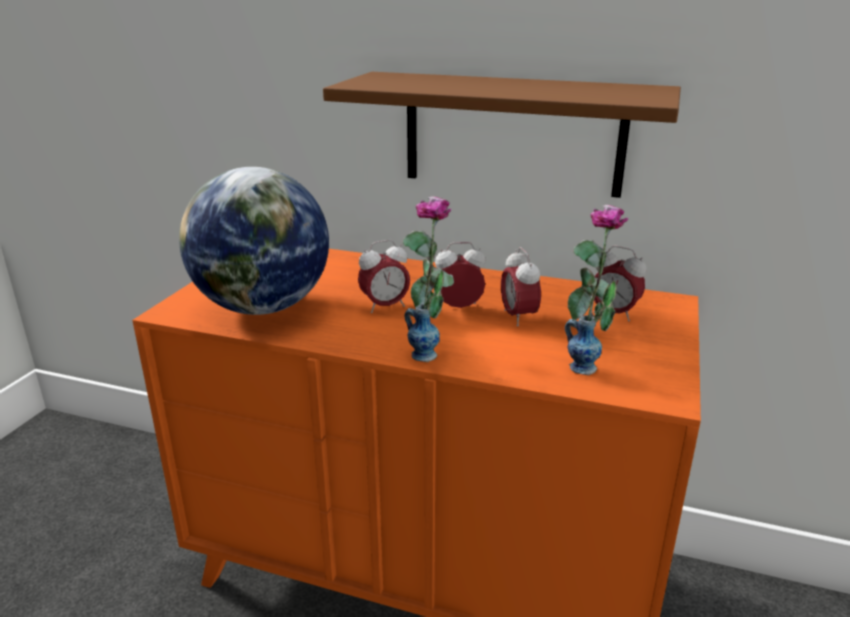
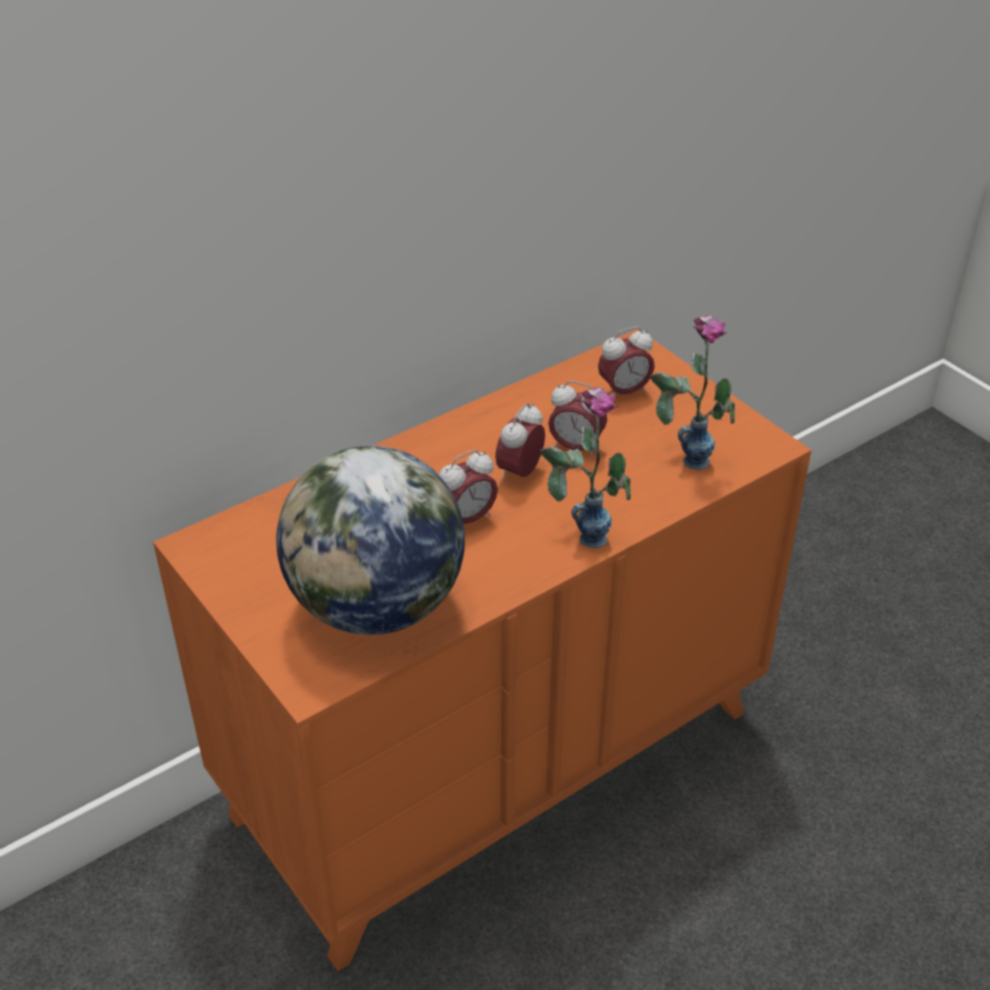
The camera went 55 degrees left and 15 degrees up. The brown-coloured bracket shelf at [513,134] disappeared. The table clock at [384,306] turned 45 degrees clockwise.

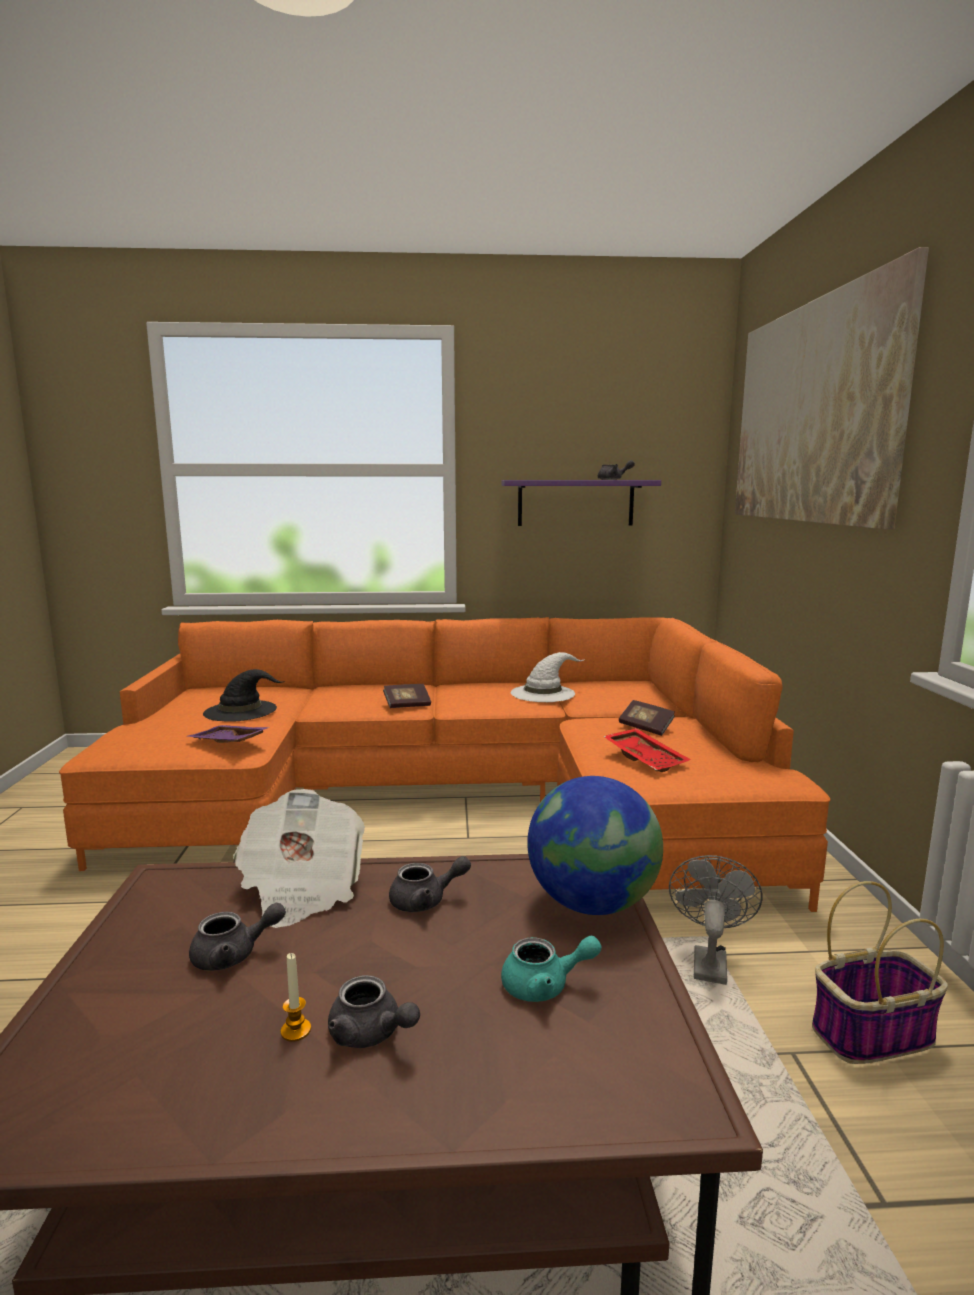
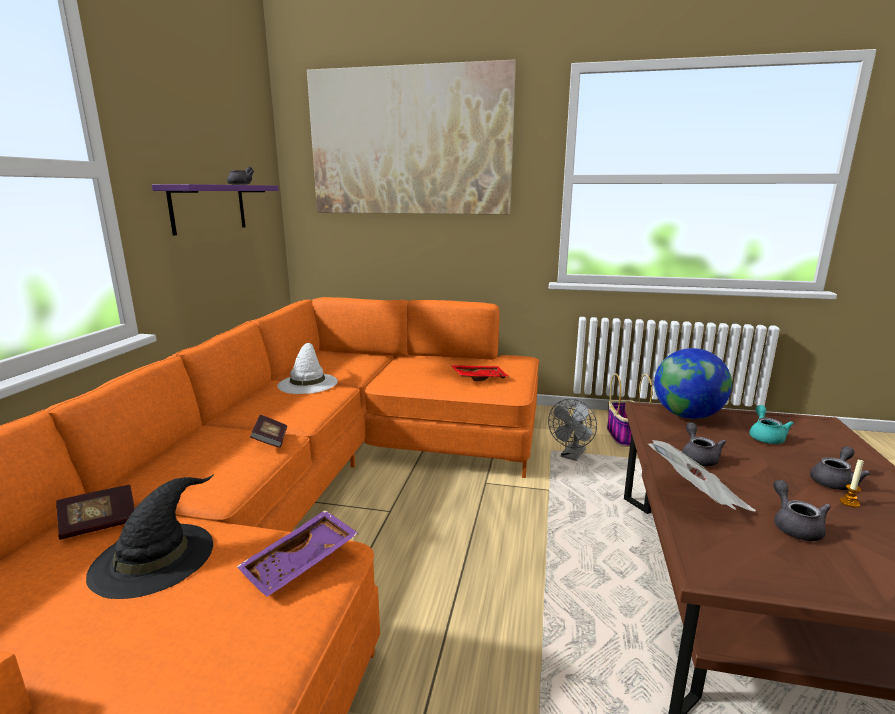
The camera went 75 degrees left and 5 degrees up. The bound book moved from [646,727] to [99,523]. The greyish cooling fan at [709,961] turned 90 degrees counterclockwise.

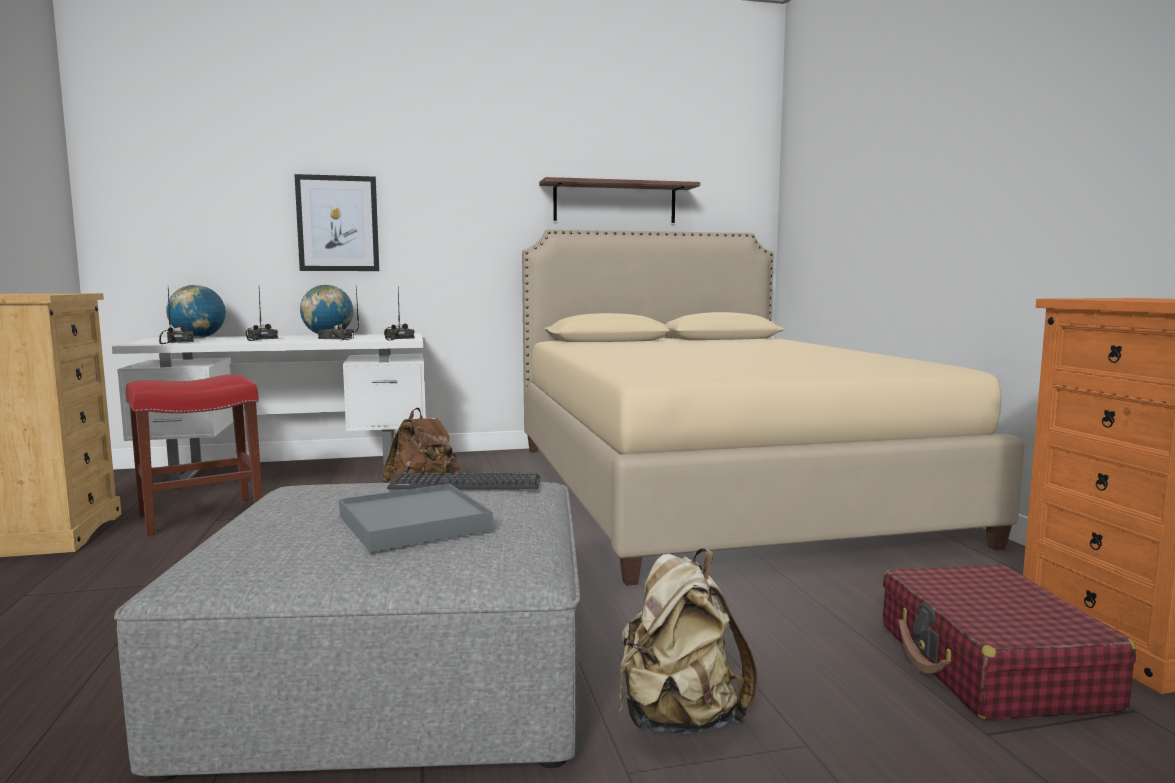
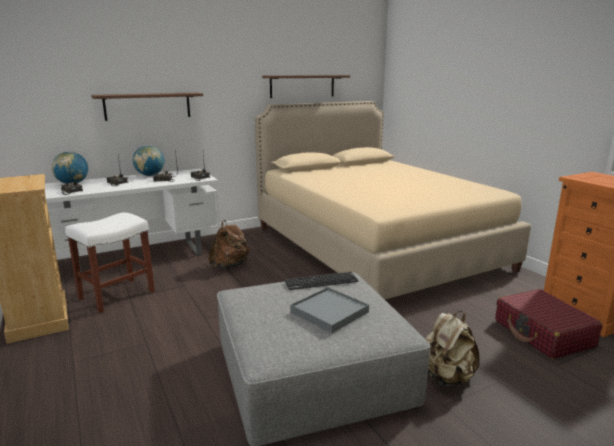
The camera went 15 degrees left and 10 degrees up. The wall picture at [338,223] was replaced by the bracket shelf at [148,106]. The reddish sitting stool at [199,516] became the white-coloured sitting stool at [116,295].

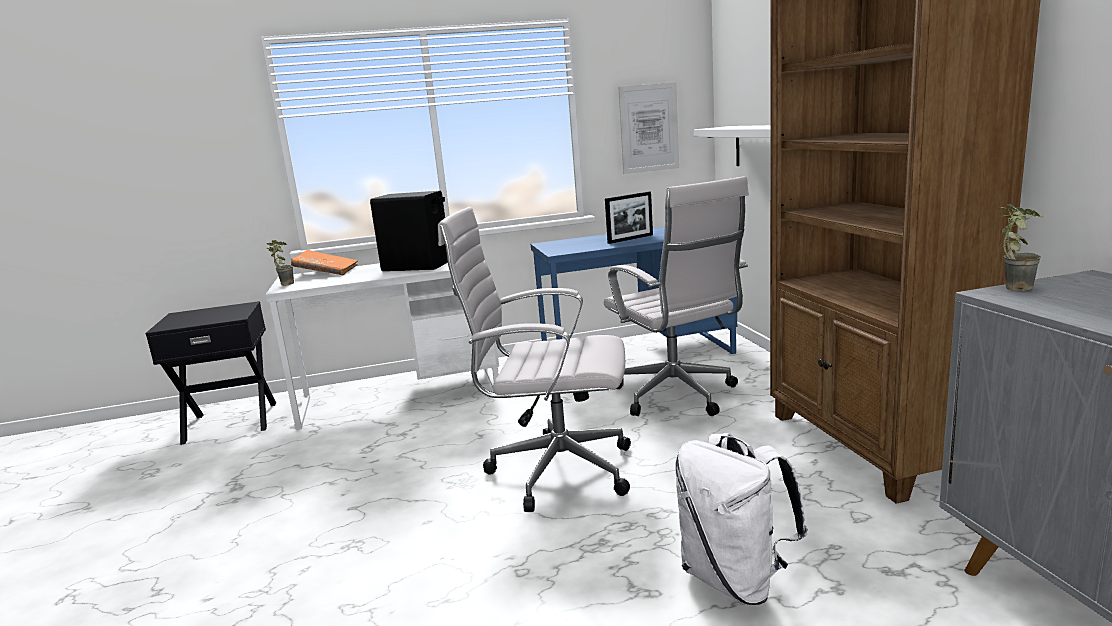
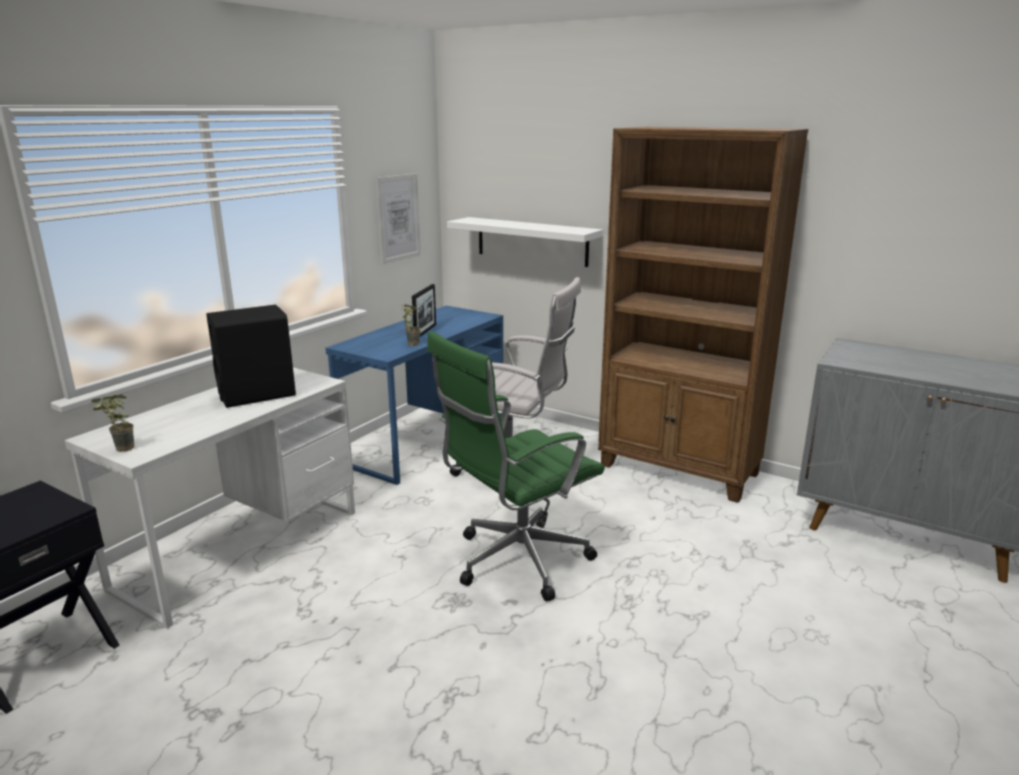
The camera went 45 degrees left and 5 degrees up. The houseplant moved from [1011,287] to [410,344]. The white-coloured desk chair at [554,471] became the greenish desk chair at [515,562]. The orange bound book at [326,272] disappeared. The white-coloured knapsack at [735,579] disappeared.

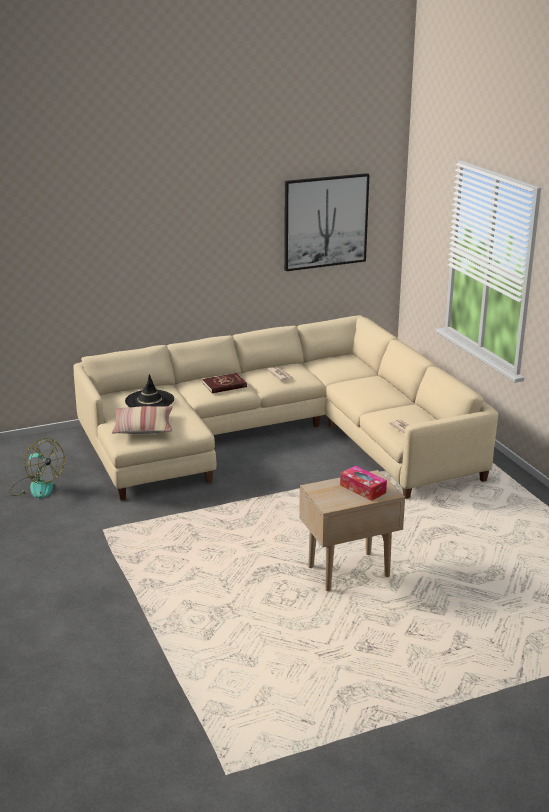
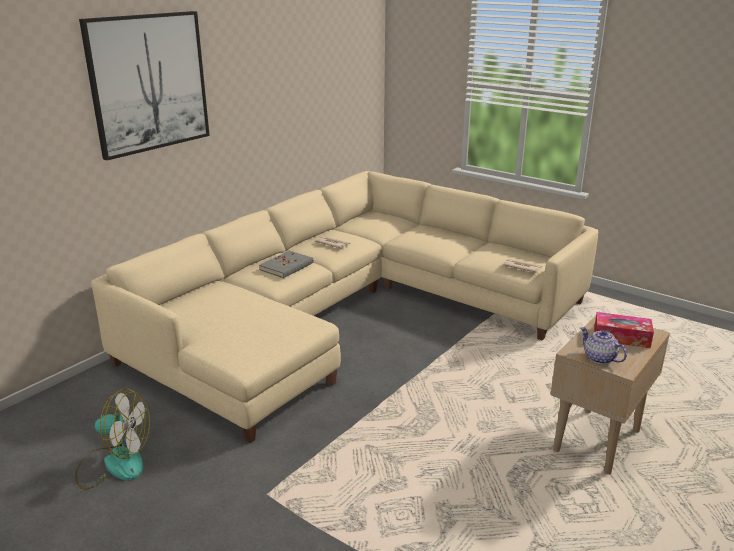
The camera went 30 degrees left and 0 degrees up. The wall picture moved from [325,221] to [149,83]. The reddish bound book at [224,385] became the greyish bound book at [287,266]. The black-coloured wearable hat at [149,400] disappeared. The pillow at [143,427] disappeared. The tea pot at [600,358] appeared.

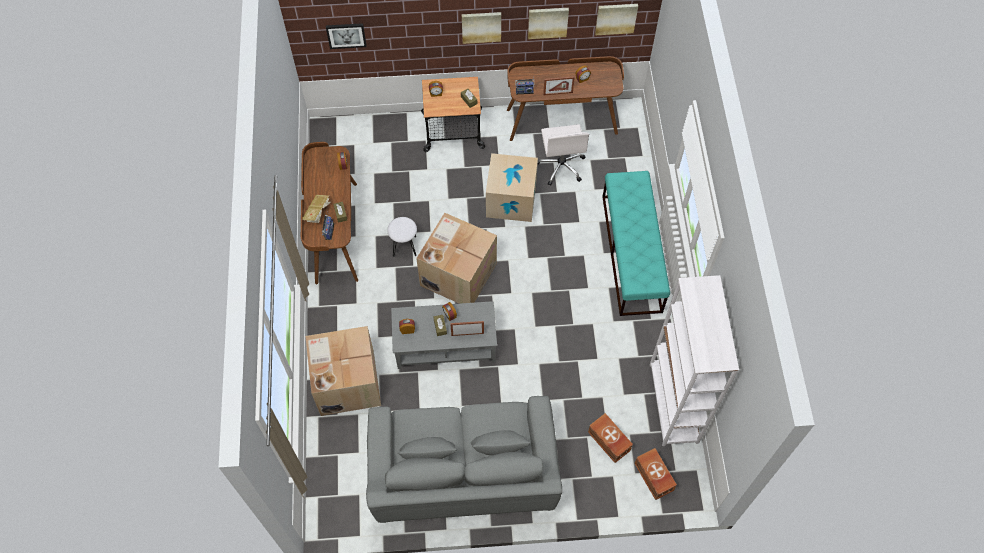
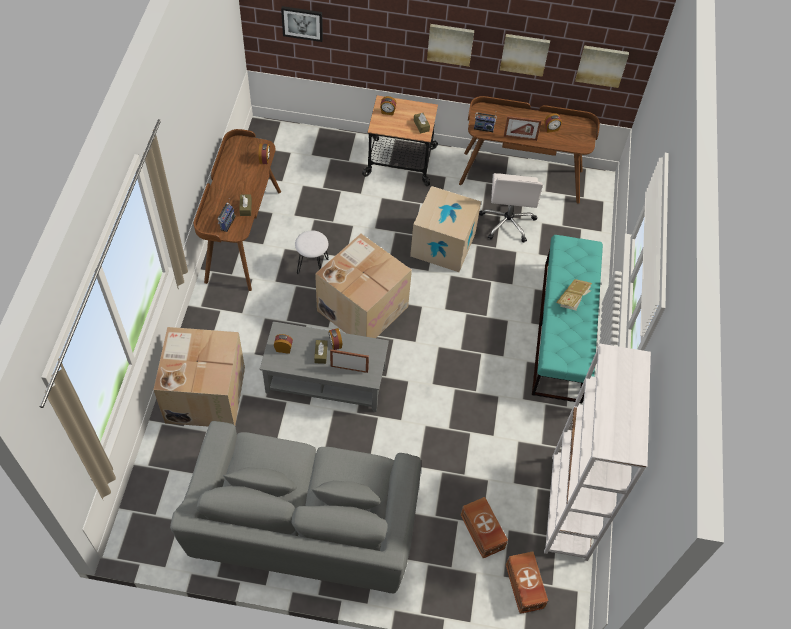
The camera went 10 degrees right and 5 degrees down. The bound book moved from [317,213] to [573,299].

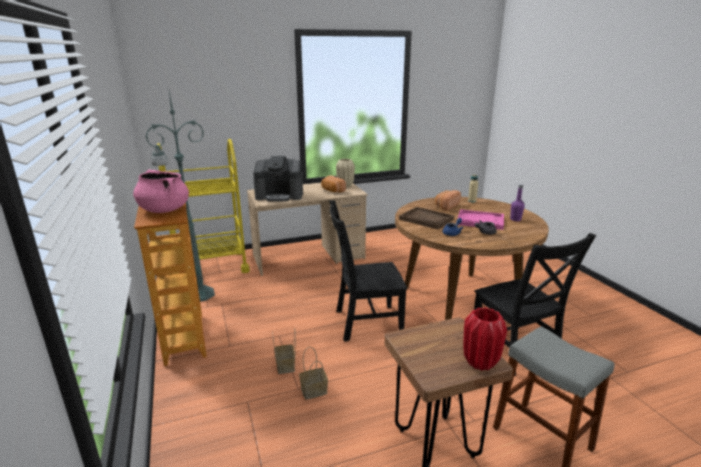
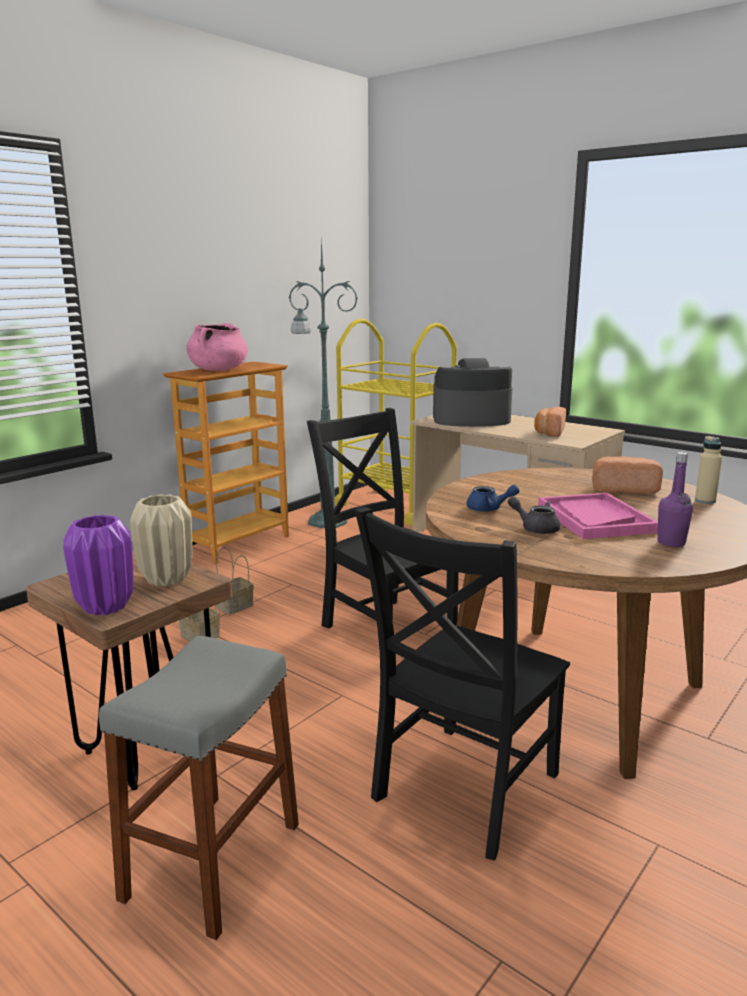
The camera went 60 degrees right and 5 degrees down. The coffee brewer at [279,195] turned 120 degrees clockwise. The beige vase moved from [345,185] to [167,579]. The brown-coloured serving tray at [426,219] disappeared. The reddish vase at [480,362] became the purplish vase at [105,607].

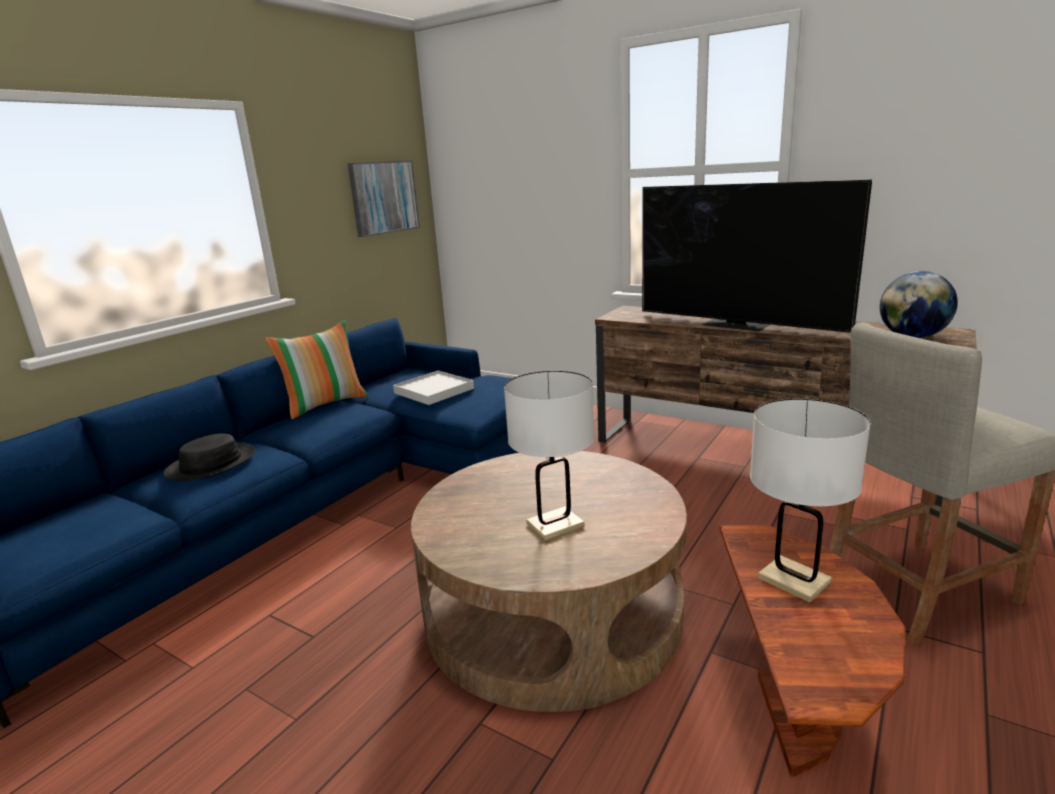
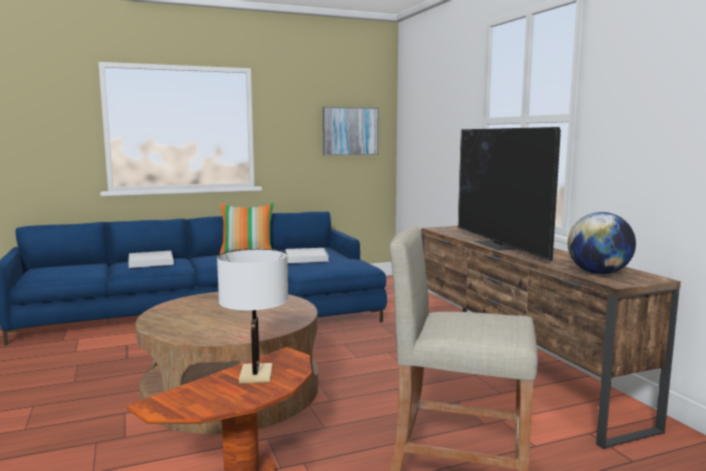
The camera went 35 degrees right and 10 degrees down. The white-coloured lamp for a table at [555,525] disappeared. The black-coloured wearable hat at [211,464] was replaced by the white-coloured serving tray at [151,262].

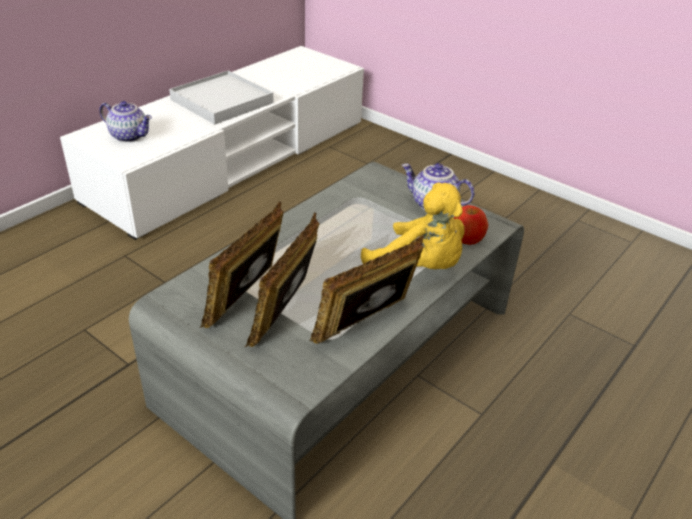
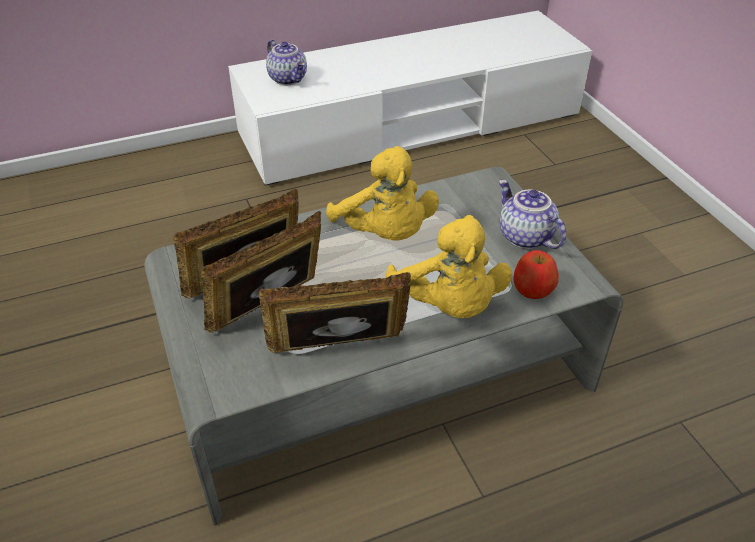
The camera went 30 degrees right and 5 degrees up. The white-coloured serving tray at [222,101] disappeared. The yellow plush toy at [385,234] appeared.

